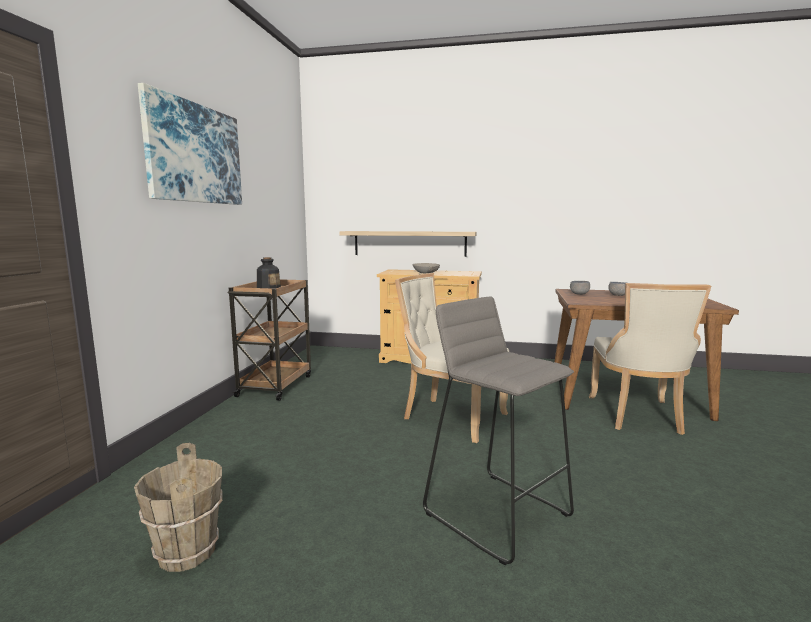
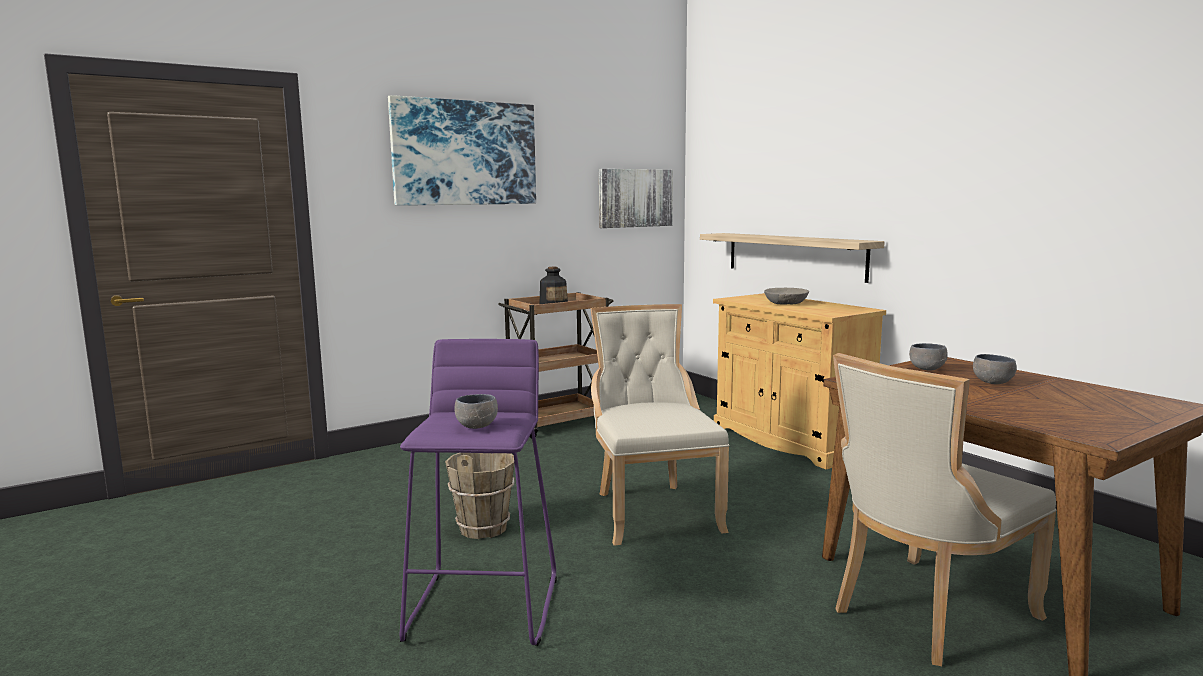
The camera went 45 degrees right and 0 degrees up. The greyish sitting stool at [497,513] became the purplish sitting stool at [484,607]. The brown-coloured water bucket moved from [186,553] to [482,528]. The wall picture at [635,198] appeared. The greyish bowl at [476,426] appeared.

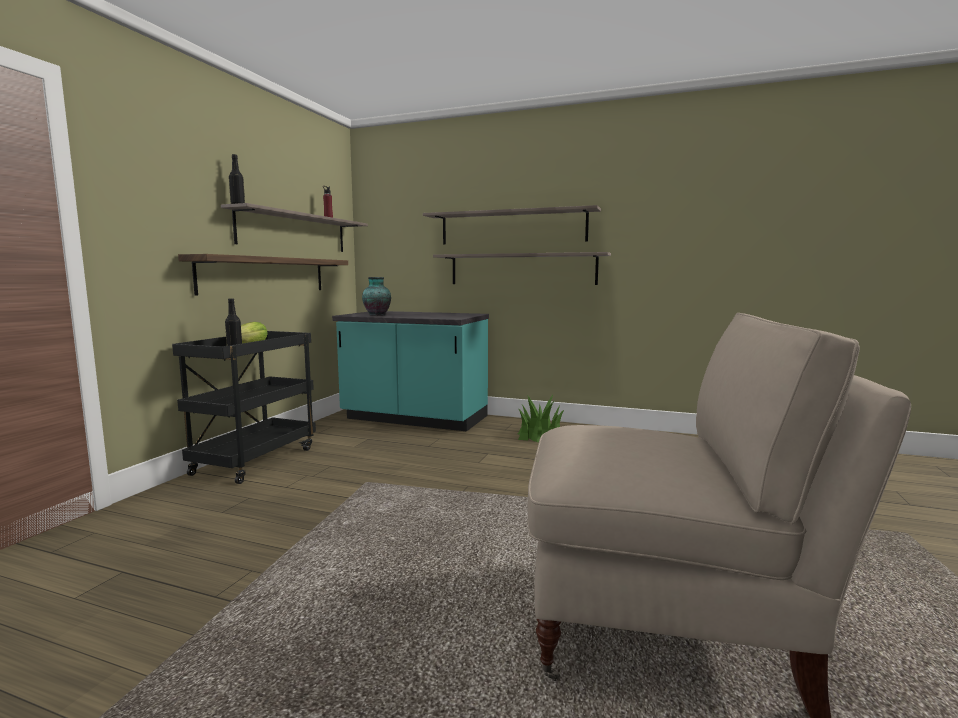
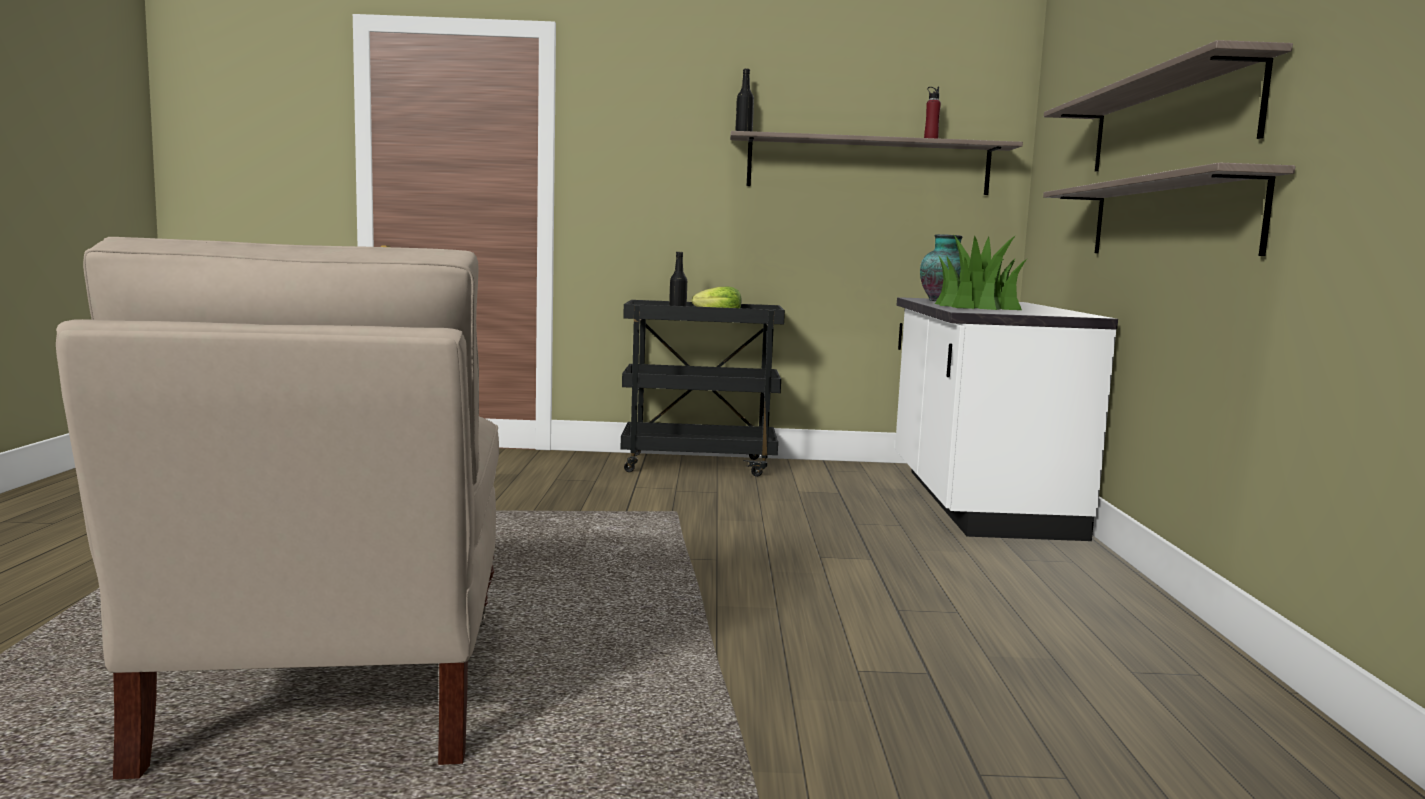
The camera went 70 degrees right and 0 degrees up. The bracket shelf at [265,275] disappeared. The turquoise-coloured kitchen counter at [414,418] became the white-coloured kitchen counter at [976,501]. The houseplant moved from [539,435] to [977,307].

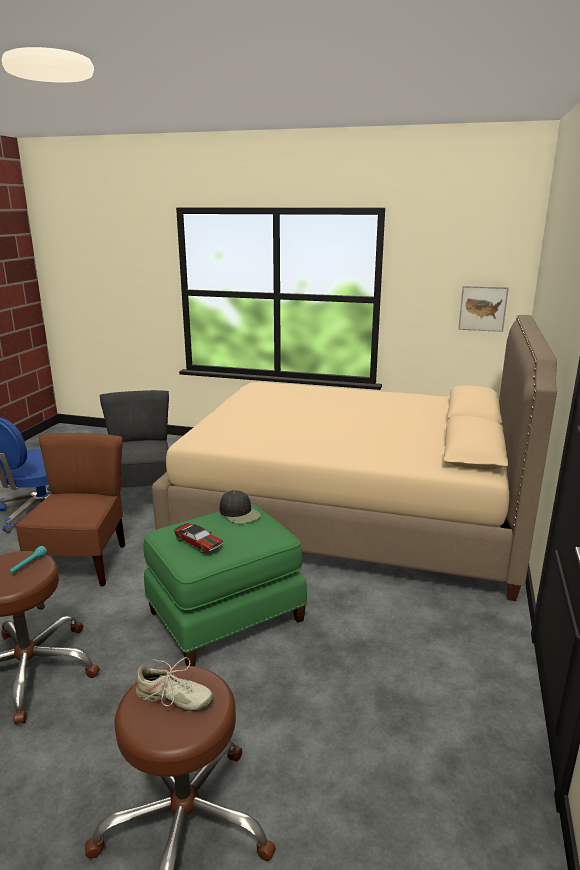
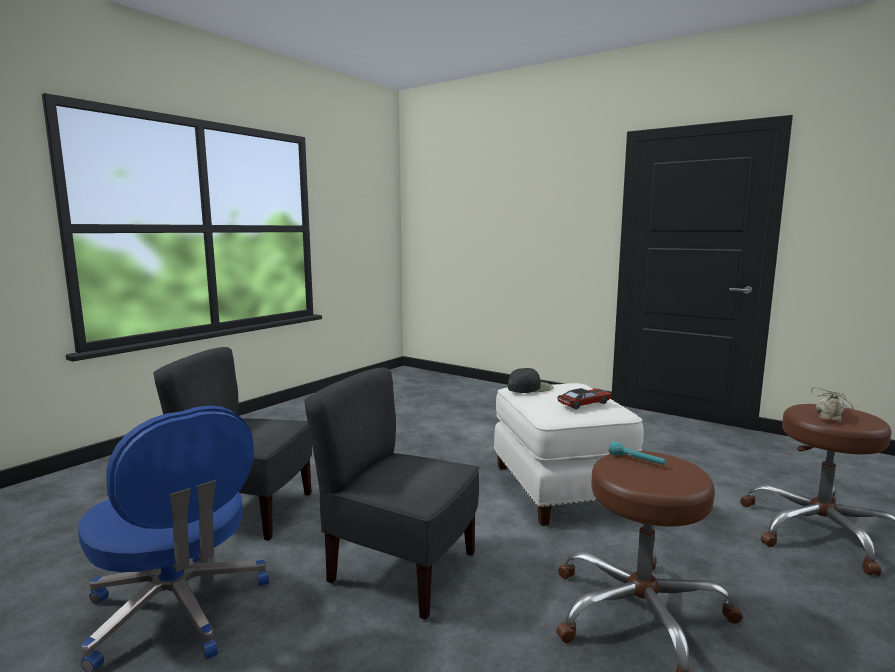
The camera went 70 degrees left and 10 degrees down. The wall picture at [482,308] disappeared. The beige bedroom bed at [349,512] disappeared. The brown-coloured chair at [82,563] became the greyish chair at [401,569]. The greenish pouffe at [225,614] became the white-coloured pouffe at [560,488].

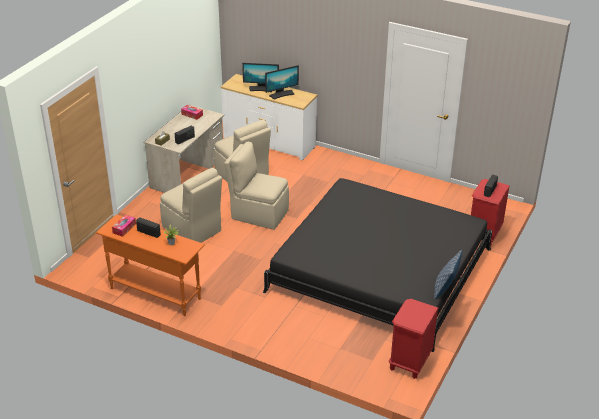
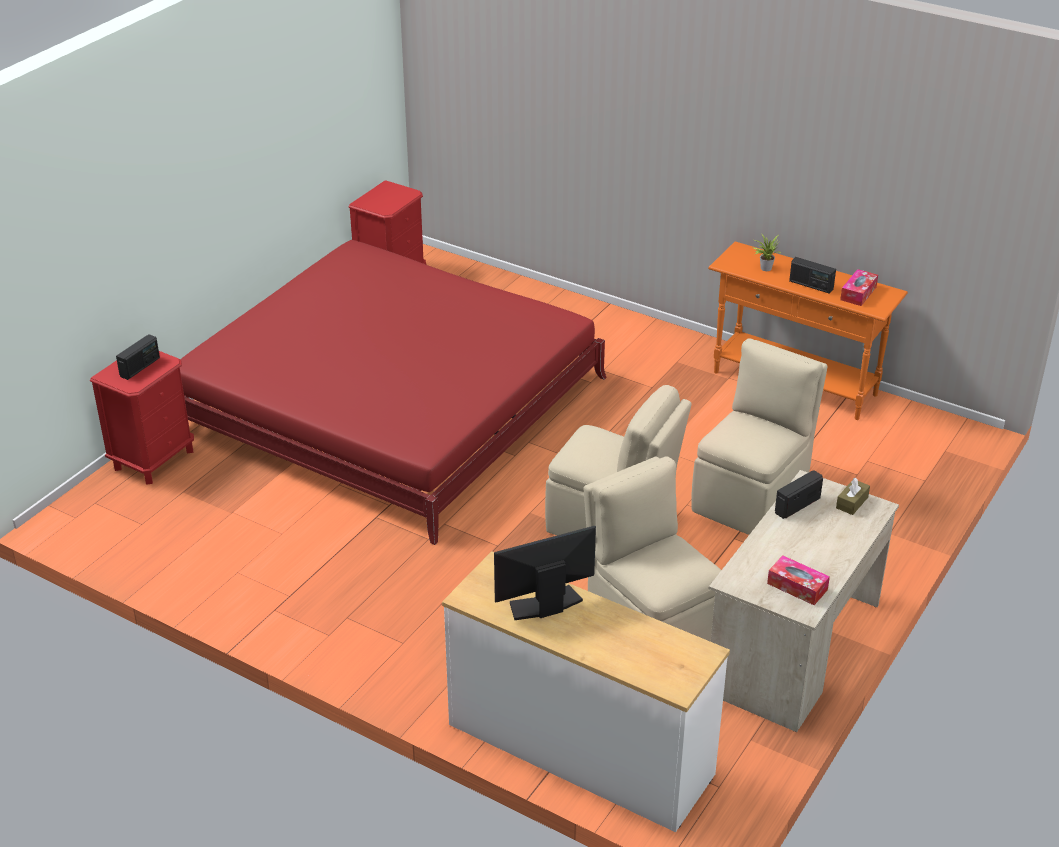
The camera went 175 degrees left and 0 degrees up. The computer display at [261,89] disappeared. The beige chair at [192,229] turned 75 degrees clockwise. The black-coloured bedroom bed at [380,270] became the reddish bedroom bed at [389,404]. The pillow at [445,288] disappeared.

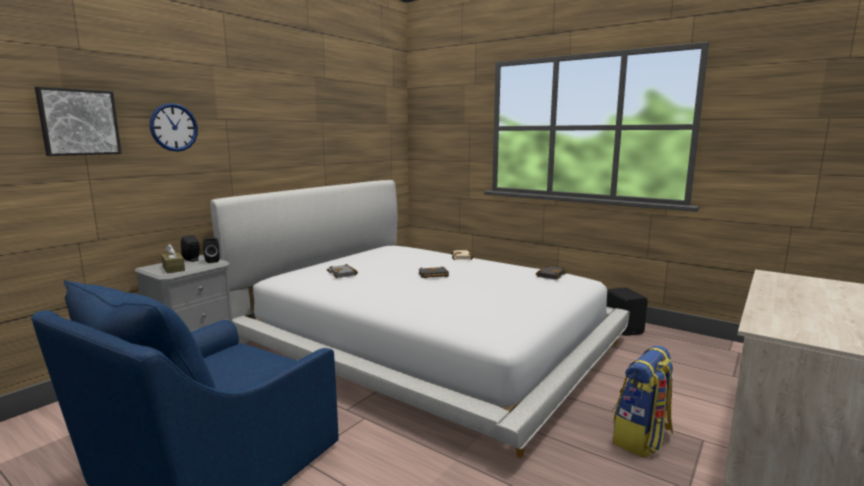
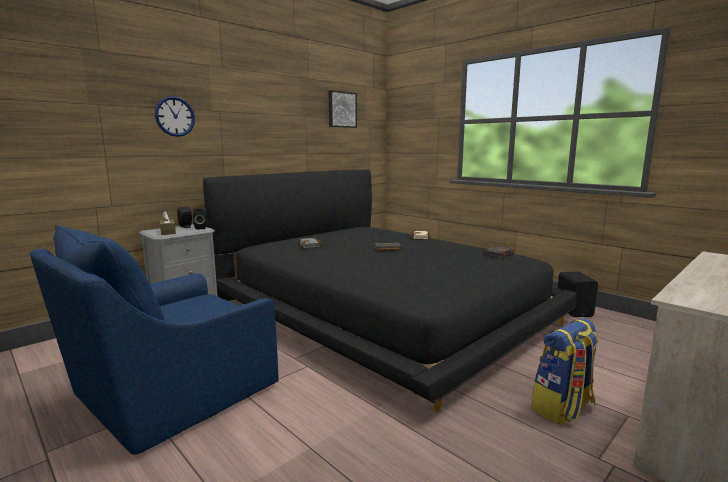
The camera went 10 degrees right and 0 degrees up. The wall picture moved from [79,122] to [341,109]. The white-coloured bedroom bed at [425,342] became the black-coloured bedroom bed at [380,310].

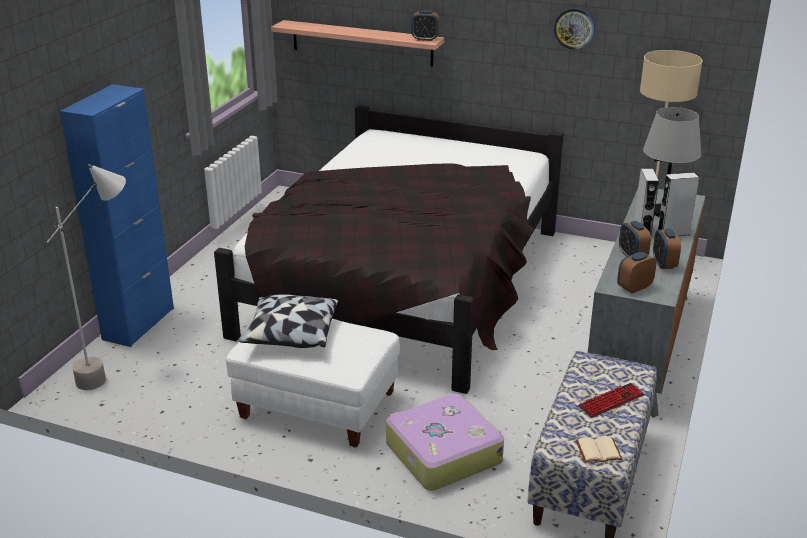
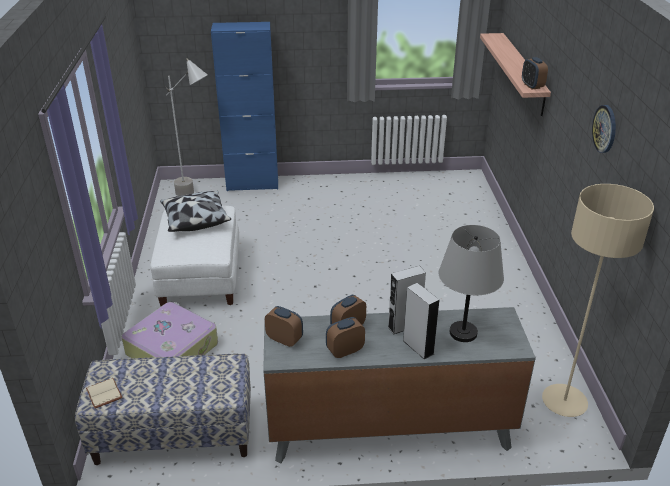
The camera went 65 degrees right and 5 degrees up. The black-coloured bedroom bed at [405,282] disappeared. The computer keyboard at [611,401] disappeared.

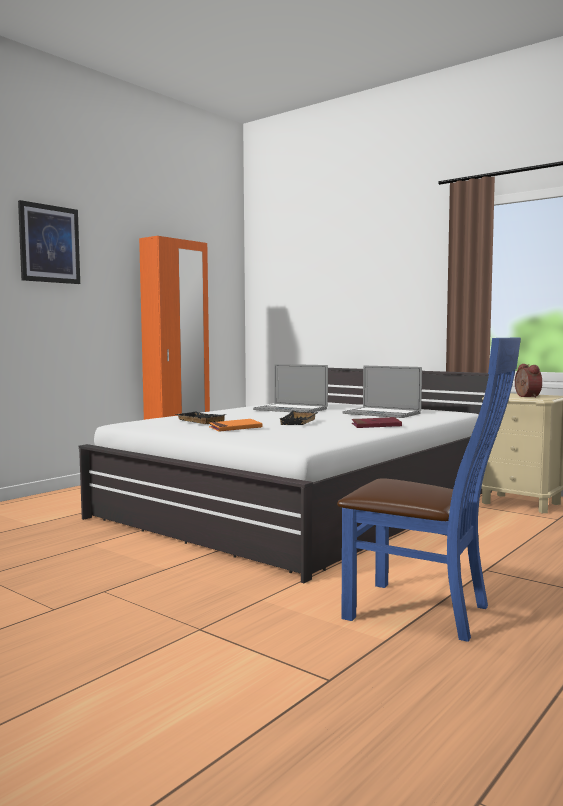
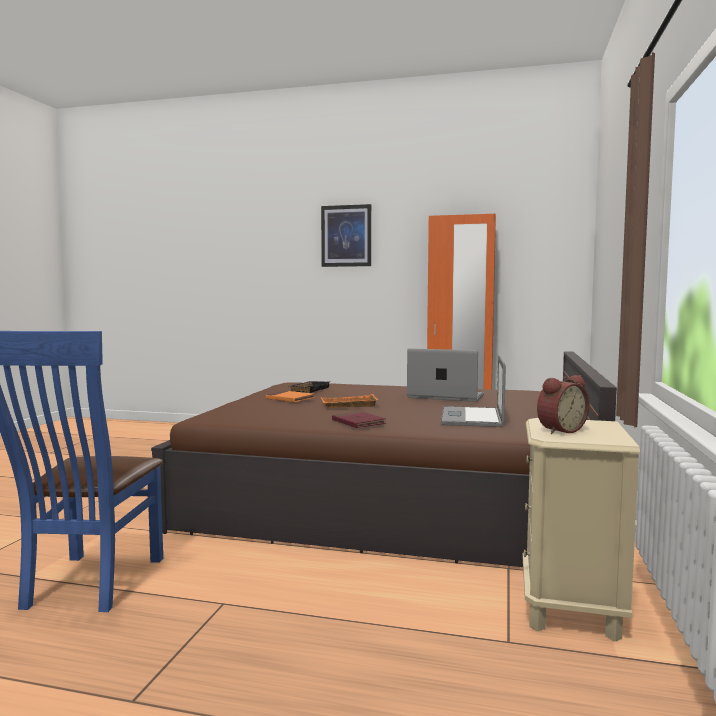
The camera went 65 degrees right and 0 degrees up. The portable computer at [290,409] turned 105 degrees clockwise. The white-coloured bedroom bed at [302,504] became the brown-coloured bedroom bed at [394,497]. The black-coloured serving tray at [300,422] became the orange serving tray at [348,406].

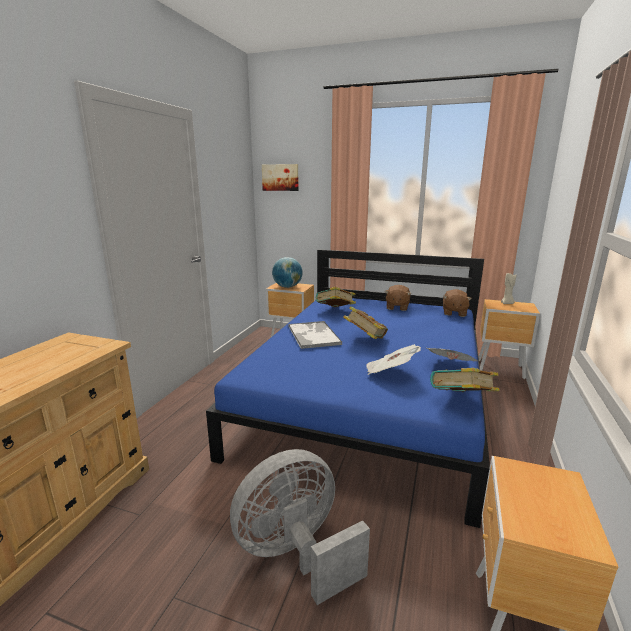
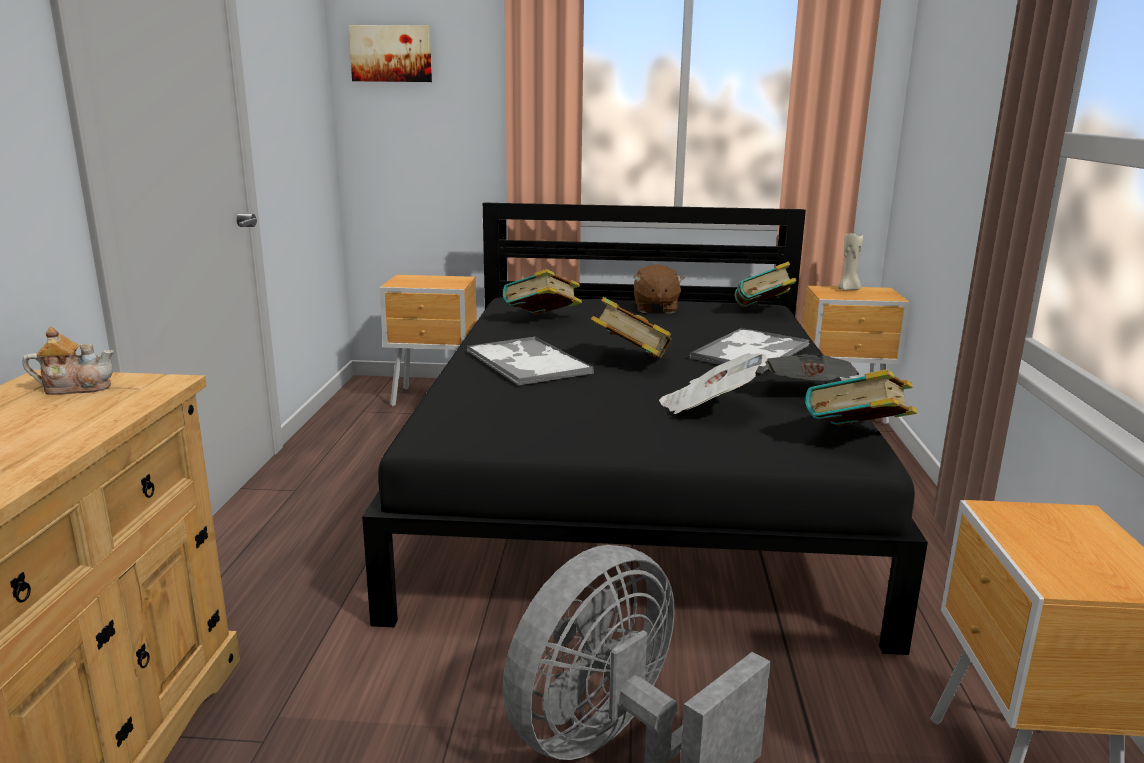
The camera went 15 degrees left and 0 degrees up. The blue bedroom bed at [370,399] became the black-coloured bedroom bed at [636,482]. The world globe at [287,287] disappeared. The brown-coloured plush toy at [454,313] was replaced by the bound book at [762,312]. The tea pot at [76,388] appeared. The serving tray at [751,352] appeared.

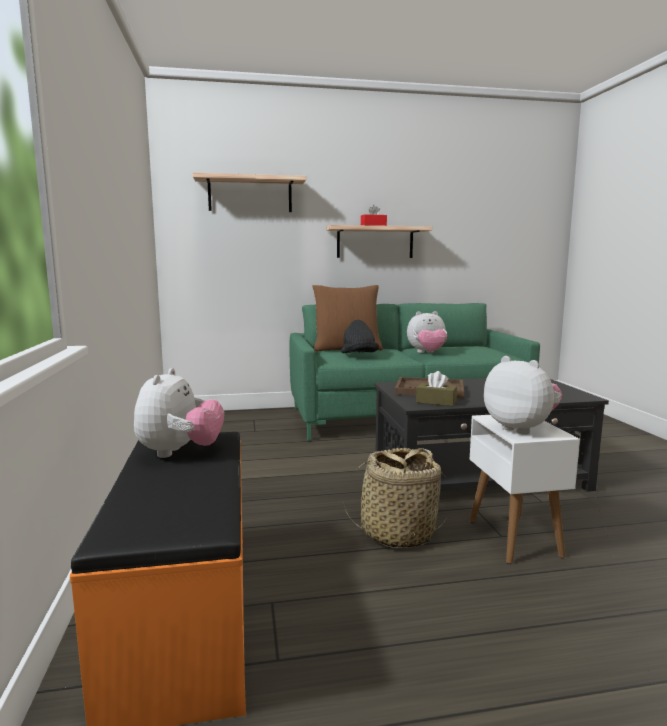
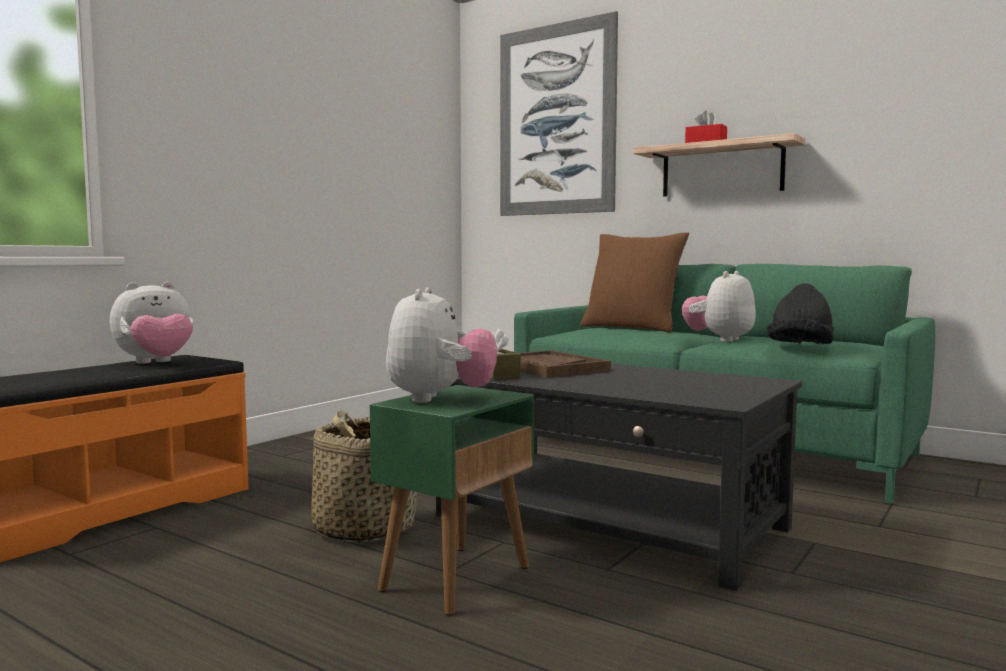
The camera went 45 degrees right and 5 degrees down. The bracket shelf at [250,195] was replaced by the wall picture at [556,120]. The plush toy at [427,353] turned 90 degrees clockwise. The black-coloured wearable hat moved from [359,356] to [800,347]. The white-coloured side table at [513,537] became the greenish side table at [457,578].

